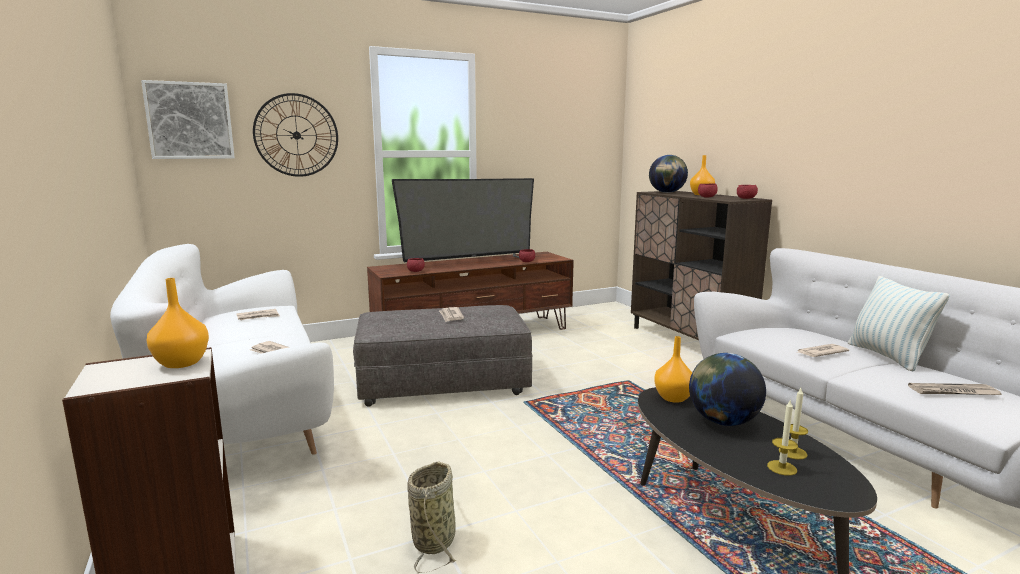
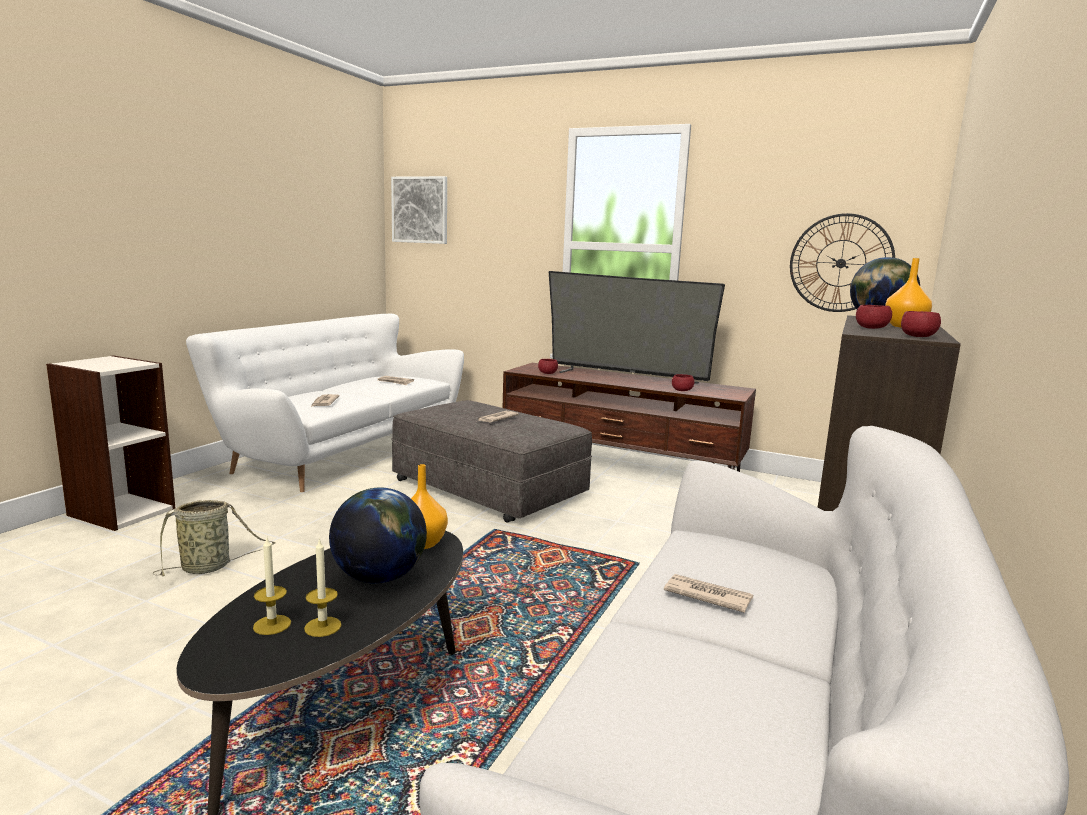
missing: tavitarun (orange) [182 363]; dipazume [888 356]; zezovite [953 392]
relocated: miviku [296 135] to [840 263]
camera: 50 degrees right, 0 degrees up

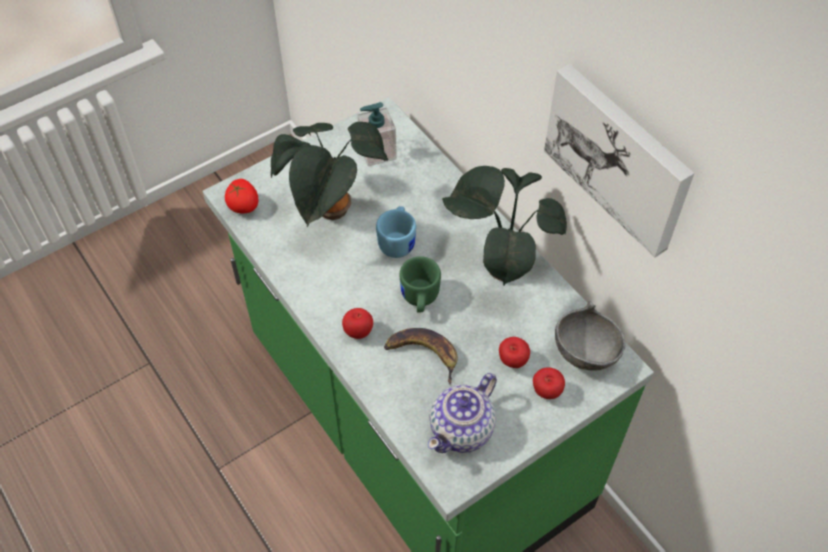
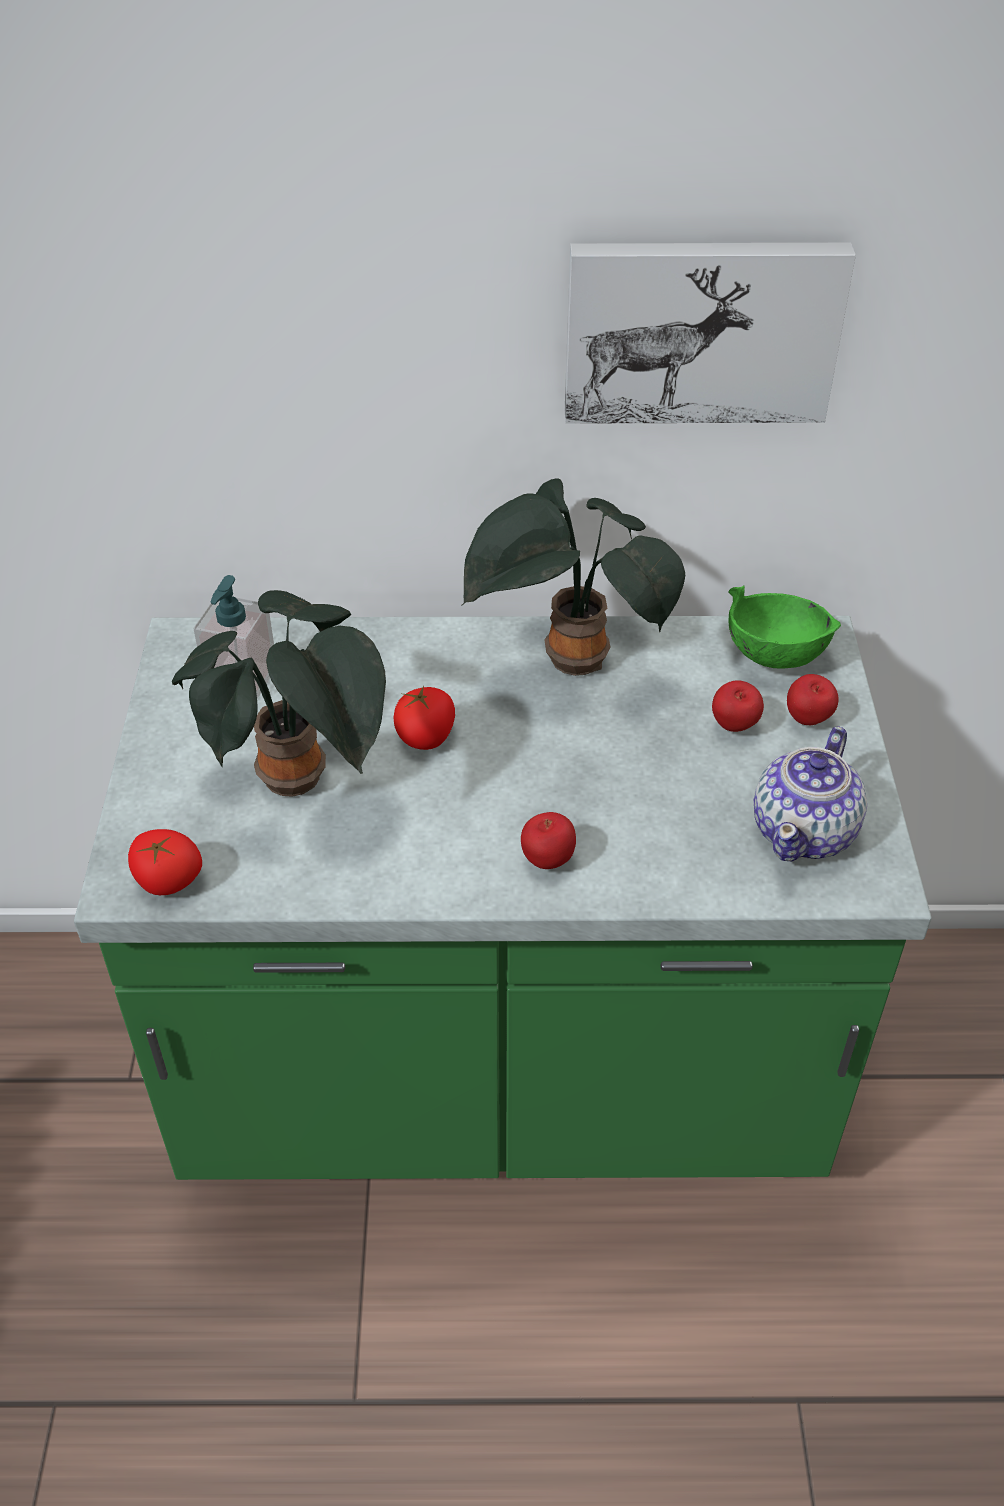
missing: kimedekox [424 354]; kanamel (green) [419 299]
exchanged: kanamel (blue) [398 241] to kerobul [426 737]
colour: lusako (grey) [586 352] to lusako (green) [775 654]
spun: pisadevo [462 429] = [805 831] 45 degrees clockwise
camera: 55 degrees left, 10 degrees down

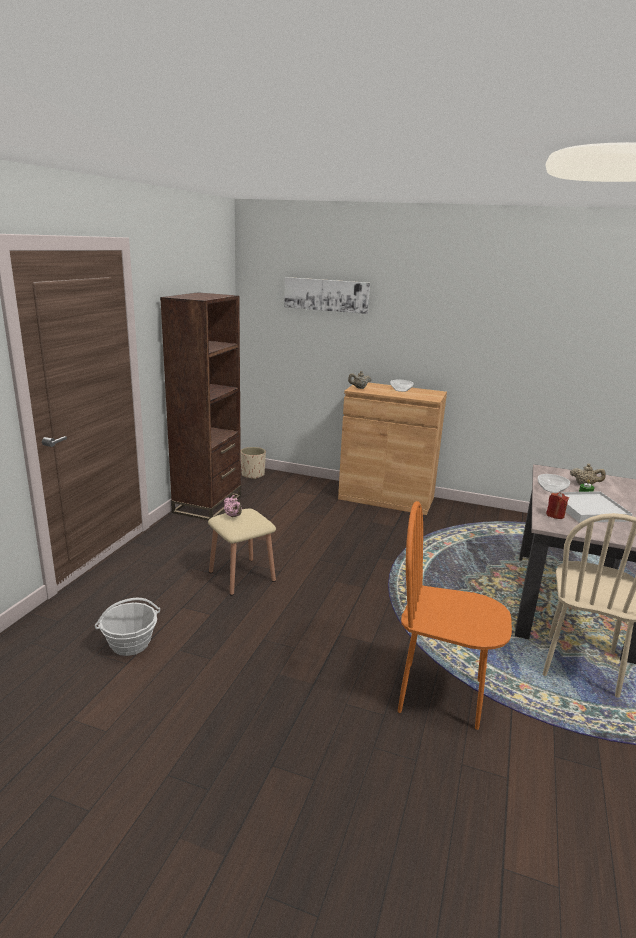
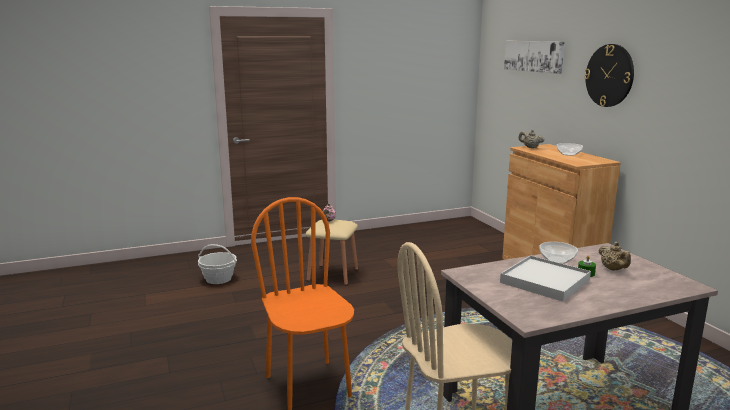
missing: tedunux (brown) [208 504]; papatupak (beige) [253 475]; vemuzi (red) [555 515]
appeared: miviku [609 75]
camera: 50 degrees right, 5 degrees down

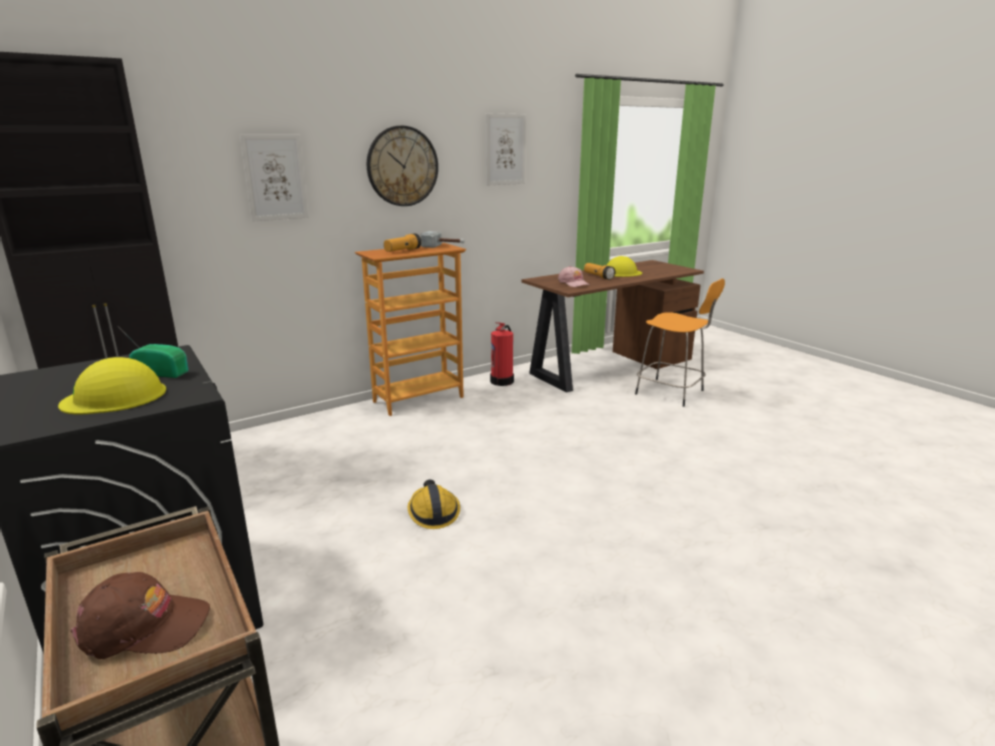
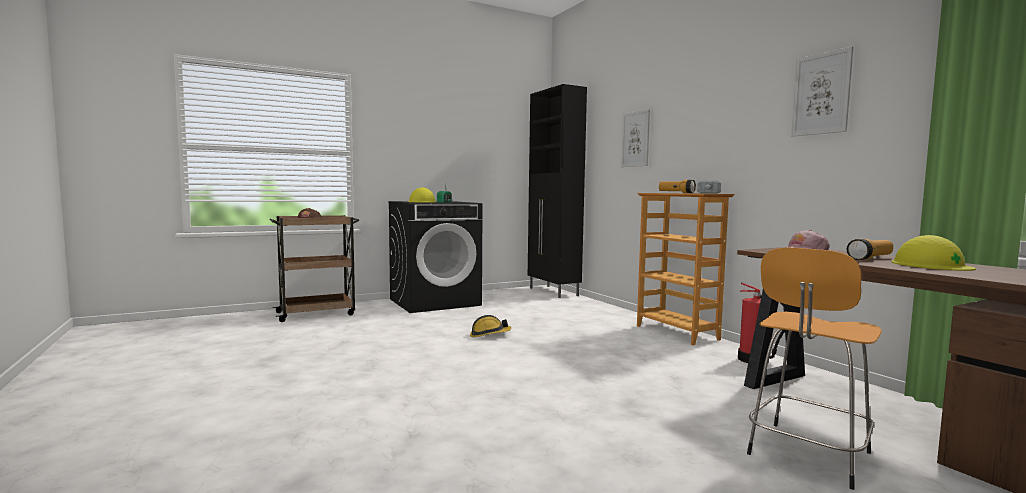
missing: miviku [402 166]
camera: 95 degrees right, 15 degrees down

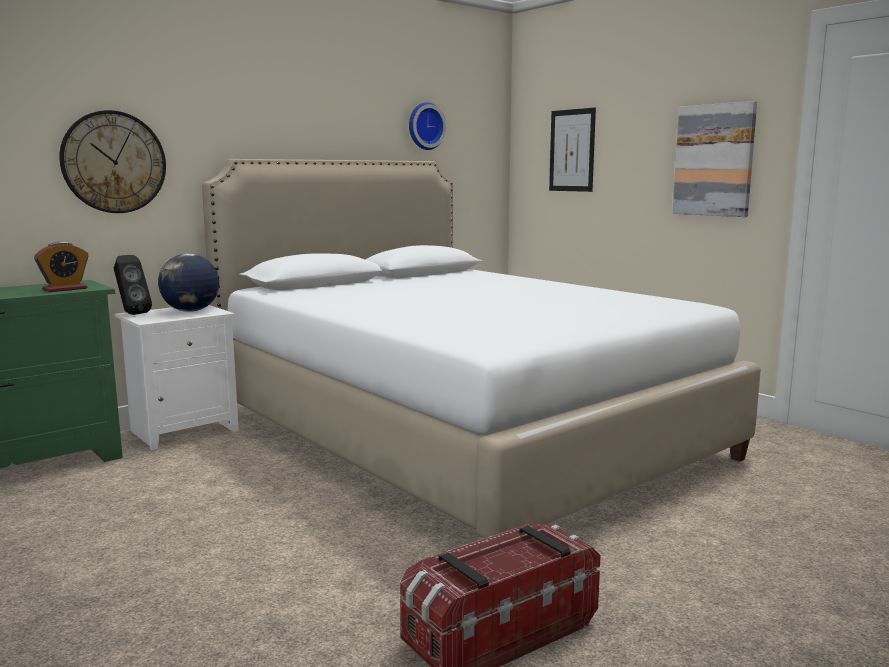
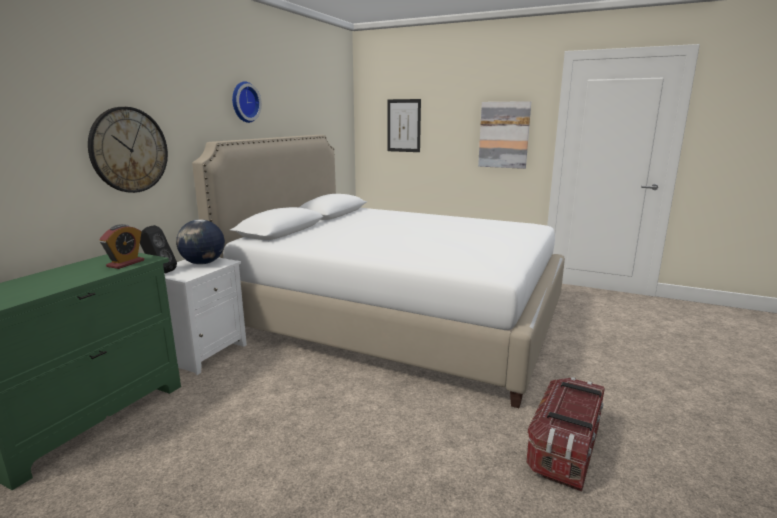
relocated: miviku [424 126] to [244 102]
camera: 25 degrees left, 5 degrees up

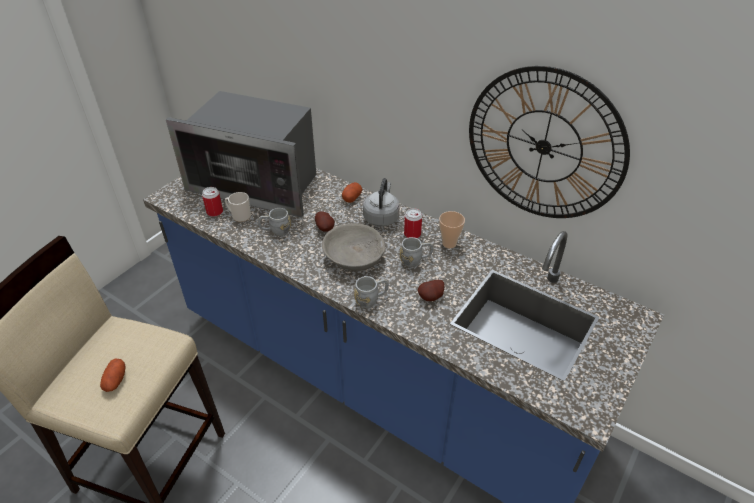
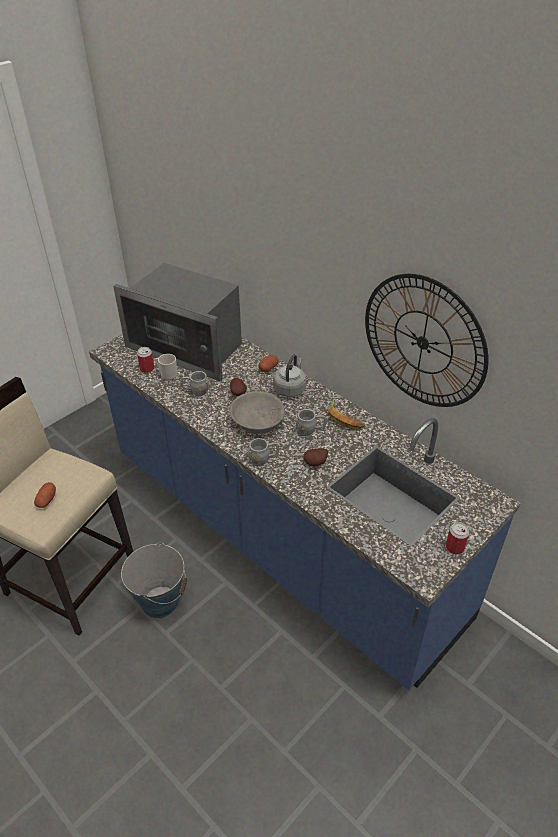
appeared: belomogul [160 601]
relocated: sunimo [412 234] to [454 547]
exchanged: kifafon [449 243] to kimedekox [344 418]
camera: 10 degrees right, 0 degrees up

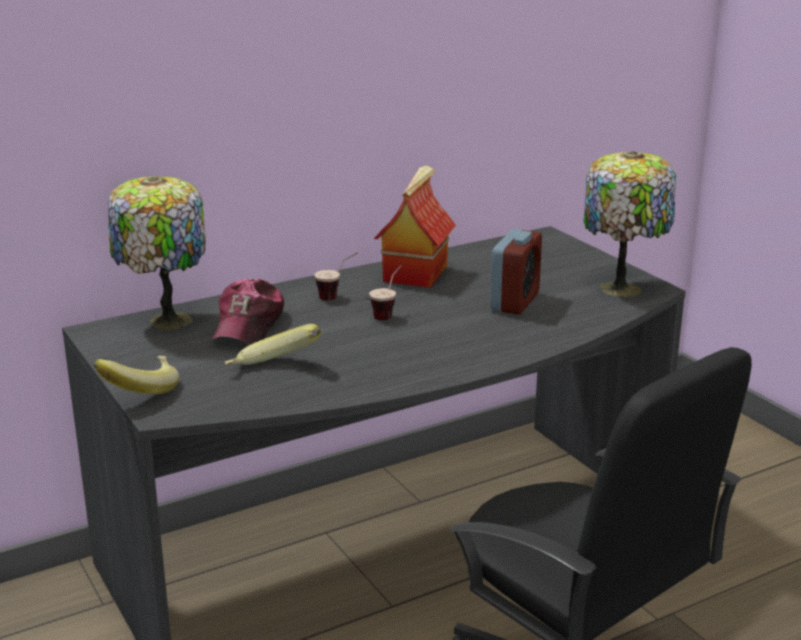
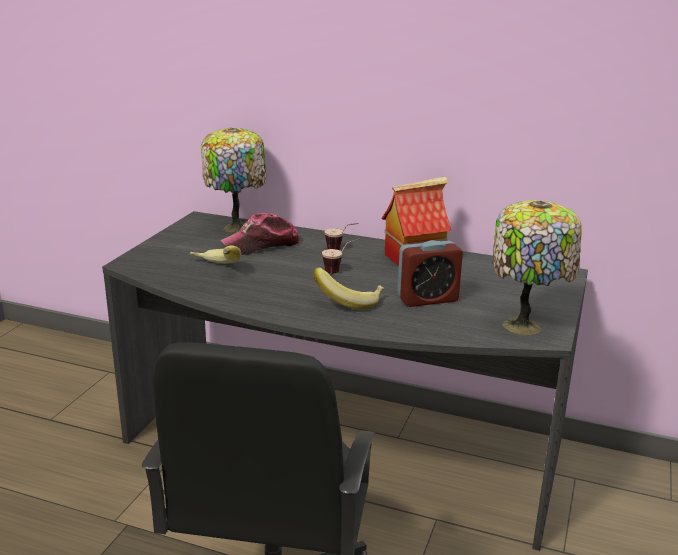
relocated: kimedekox [140 390] to [350 302]
camera: 50 degrees right, 0 degrees up

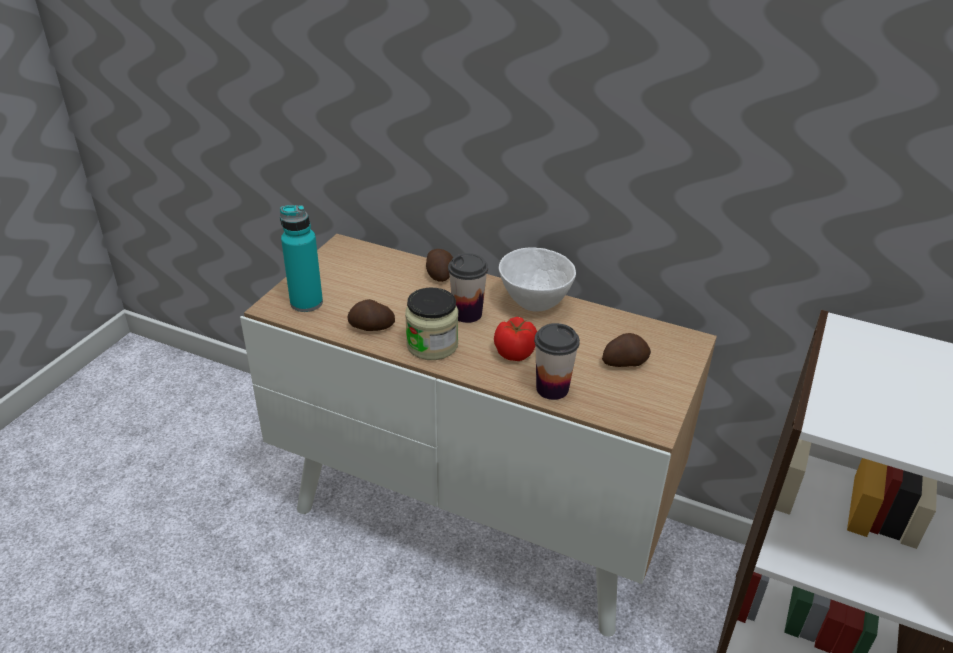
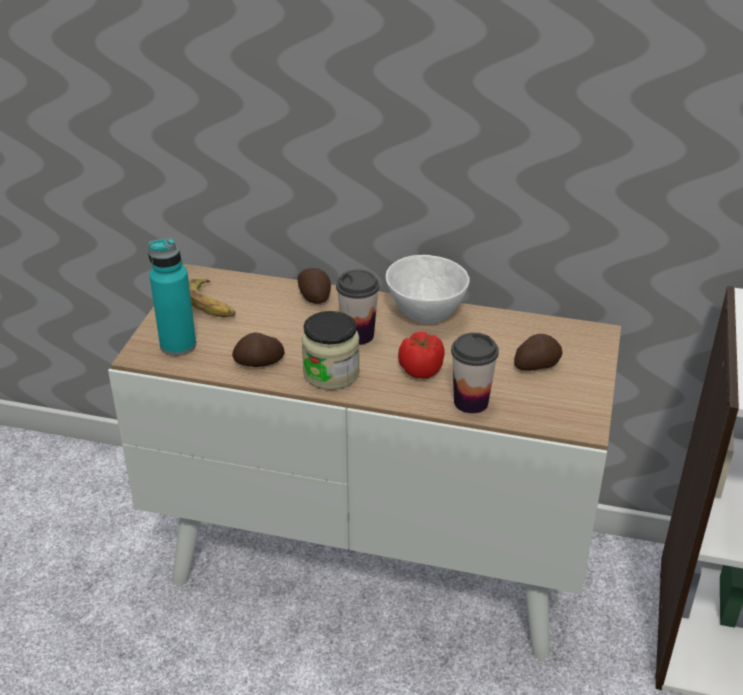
appeared: kimedekox [210 305]
camera: 10 degrees left, 0 degrees up

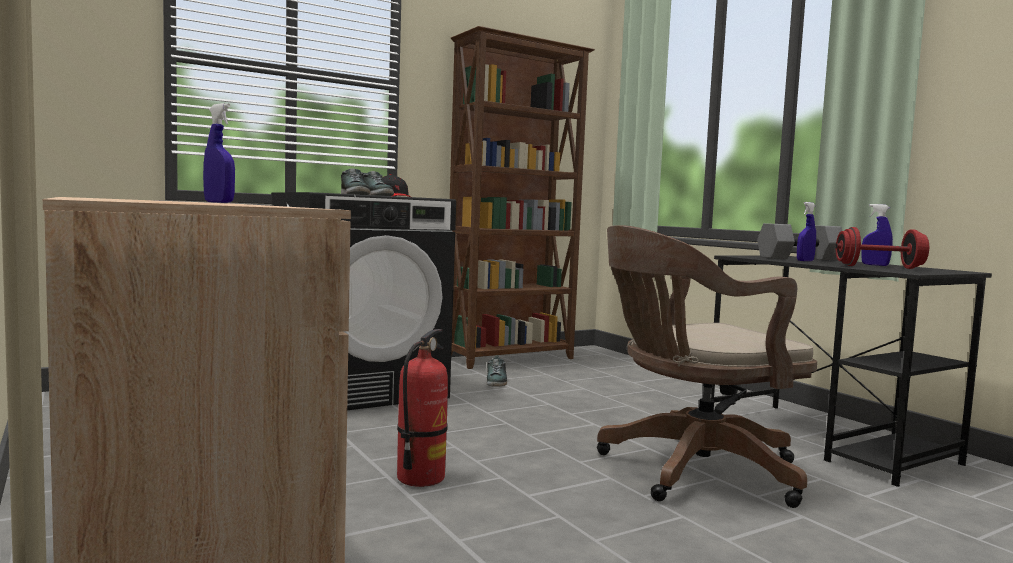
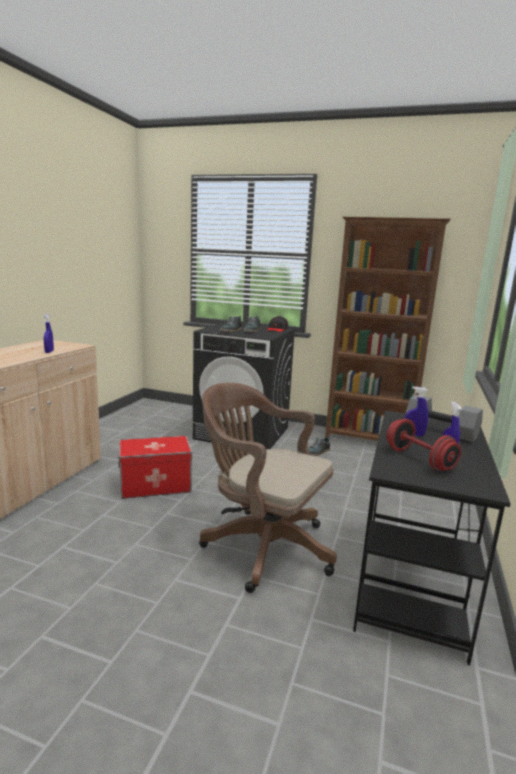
exchanged: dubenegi [420 478] to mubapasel [155 485]
camera: 50 degrees right, 10 degrees up

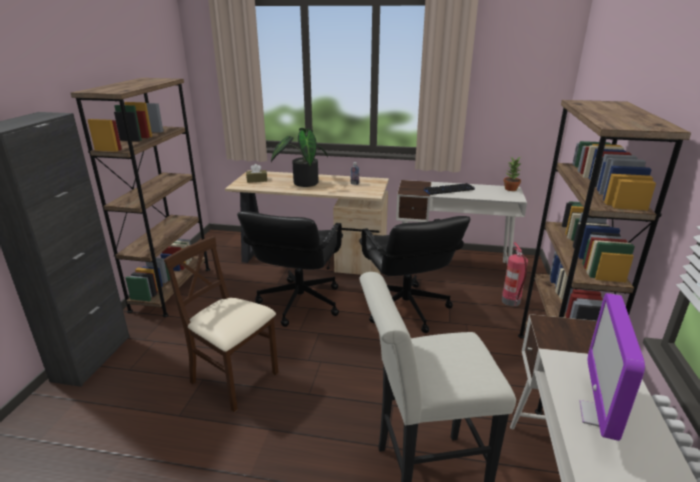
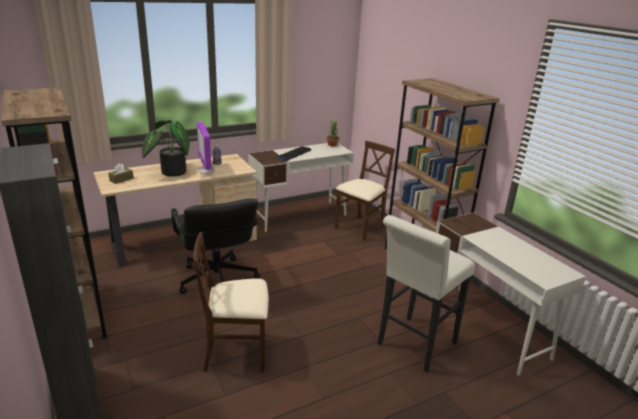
missing: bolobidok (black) [405 309]
relocated: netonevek [599 416] to [206 171]
exchanged: dubenegi [511 301] to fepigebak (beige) [360 228]
camera: 40 degrees left, 0 degrees up

